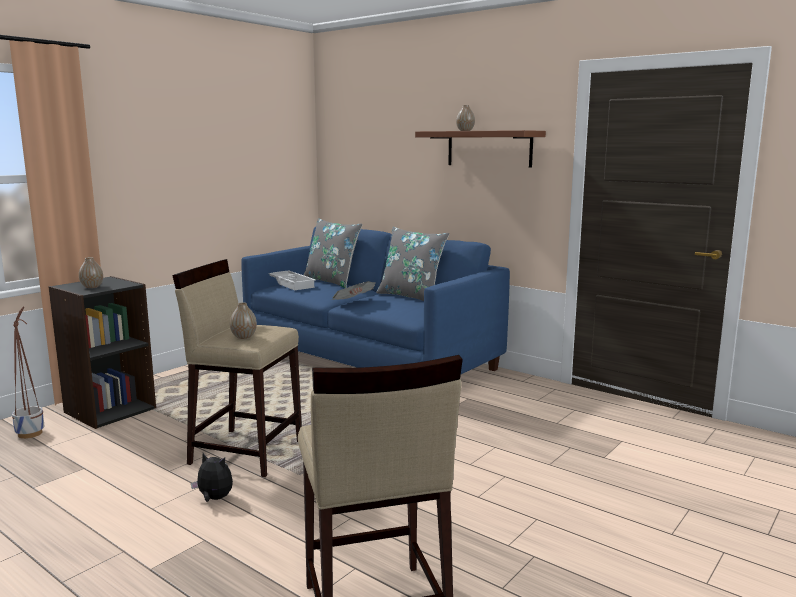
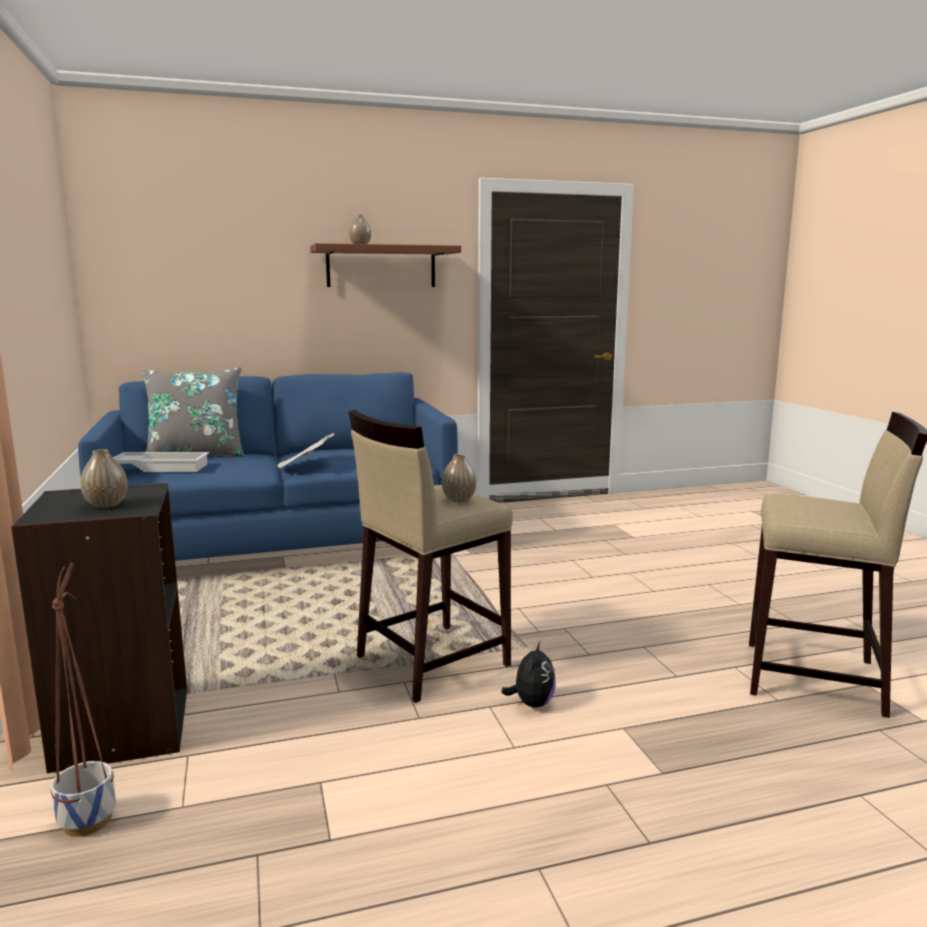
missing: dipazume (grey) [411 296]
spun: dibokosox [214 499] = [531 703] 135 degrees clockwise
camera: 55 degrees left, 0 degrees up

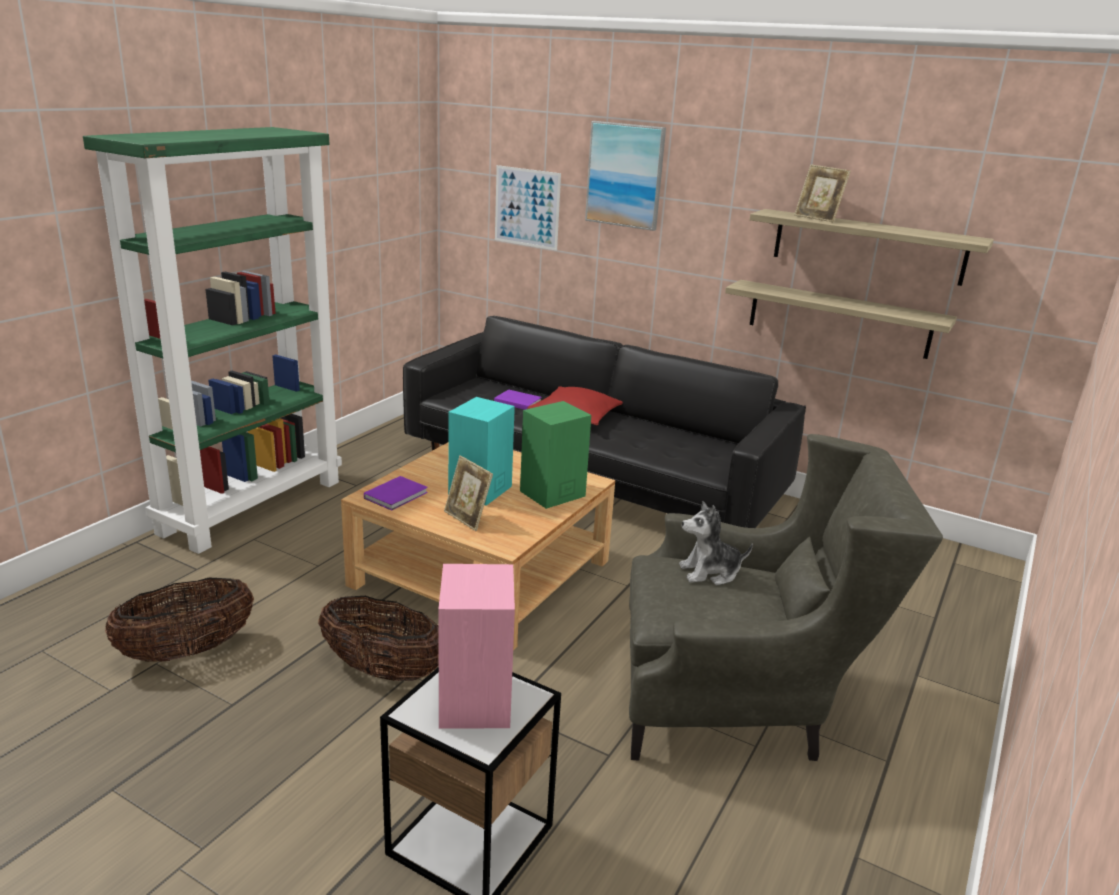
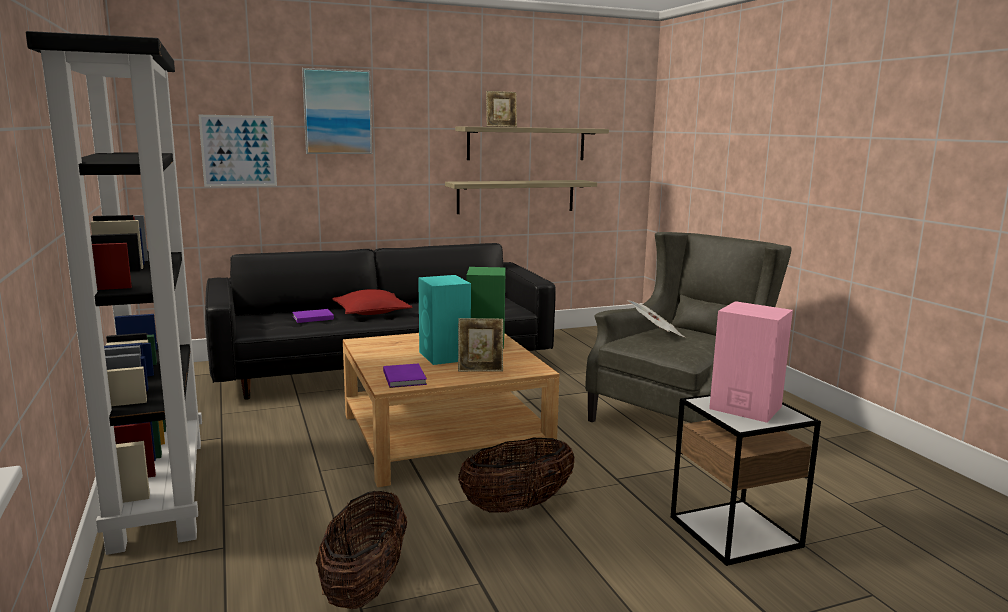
exchanged: dibokosox [710 572] to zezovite [655 333]
colour: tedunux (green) [252 505] to tedunux (black) [158 490]
camera: 50 degrees left, 10 degrees down

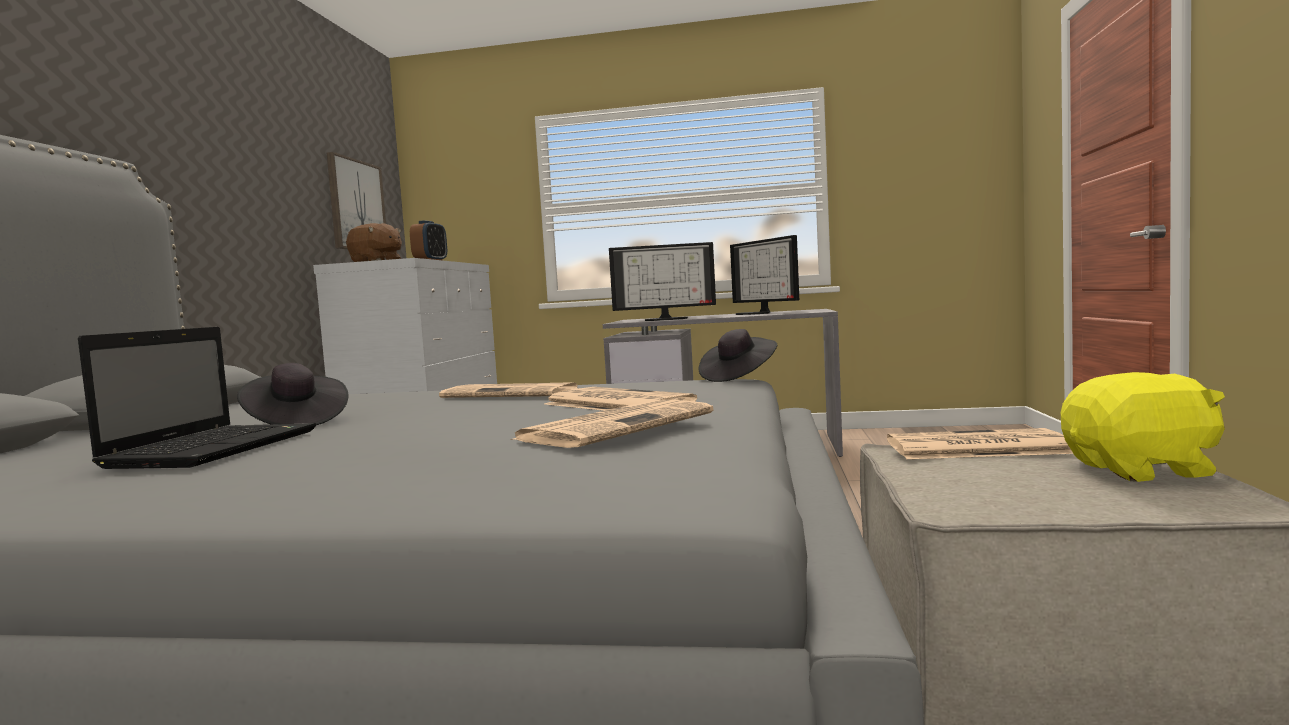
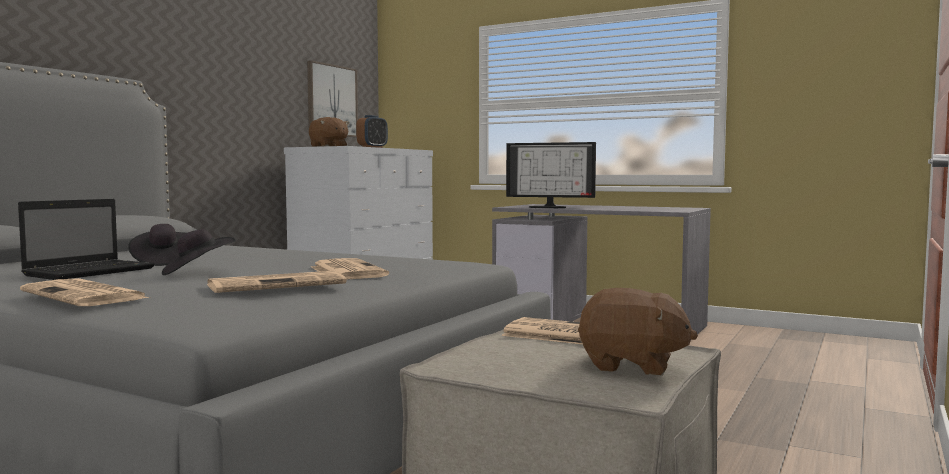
missing: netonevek [756 313]
relocated: zezovite [513 393] to [86 295]; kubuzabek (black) [738 377] to [197 272]
colour: dibokosox (yellow) [1142 471] to dibokosox (brown) [632 366]
camera: 20 degrees right, 0 degrees up

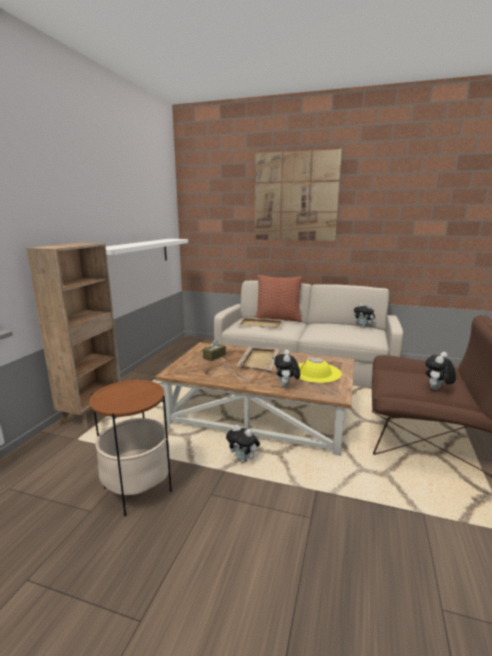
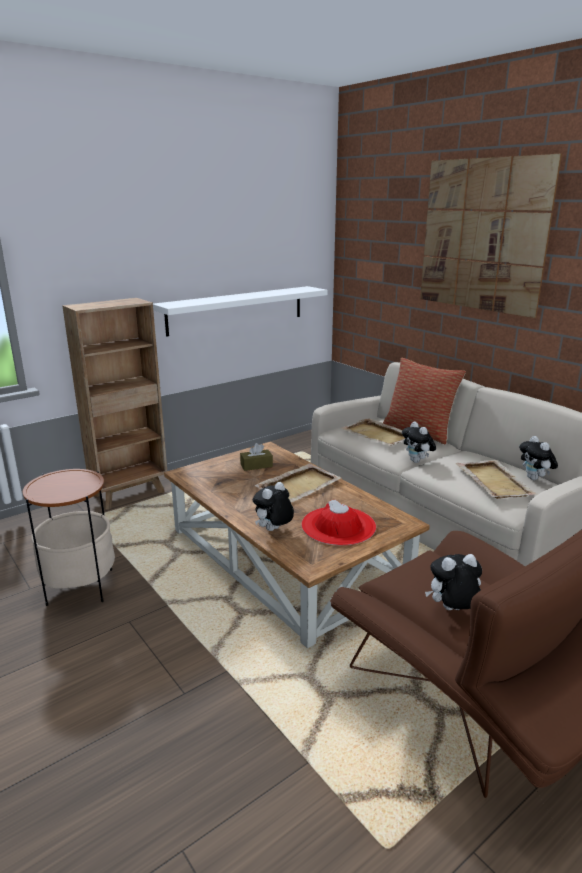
appeared: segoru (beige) [493 481]
relocated: dibokosox [243 460] to [417 461]
colour: kubuzabek (yellow) [315 372] to kubuzabek (red) [338 526]
camera: 35 degrees right, 5 degrees up

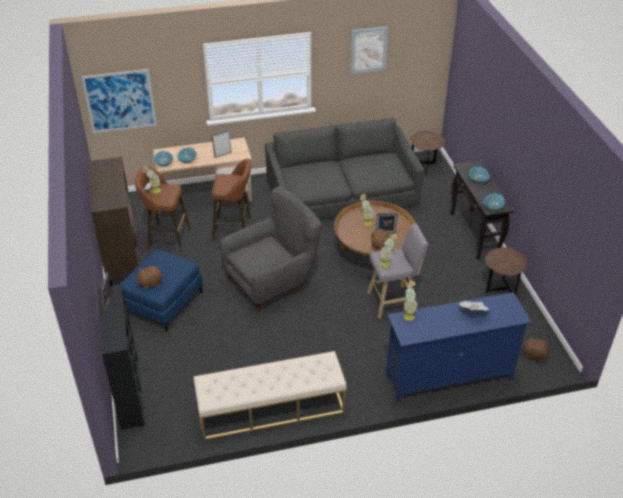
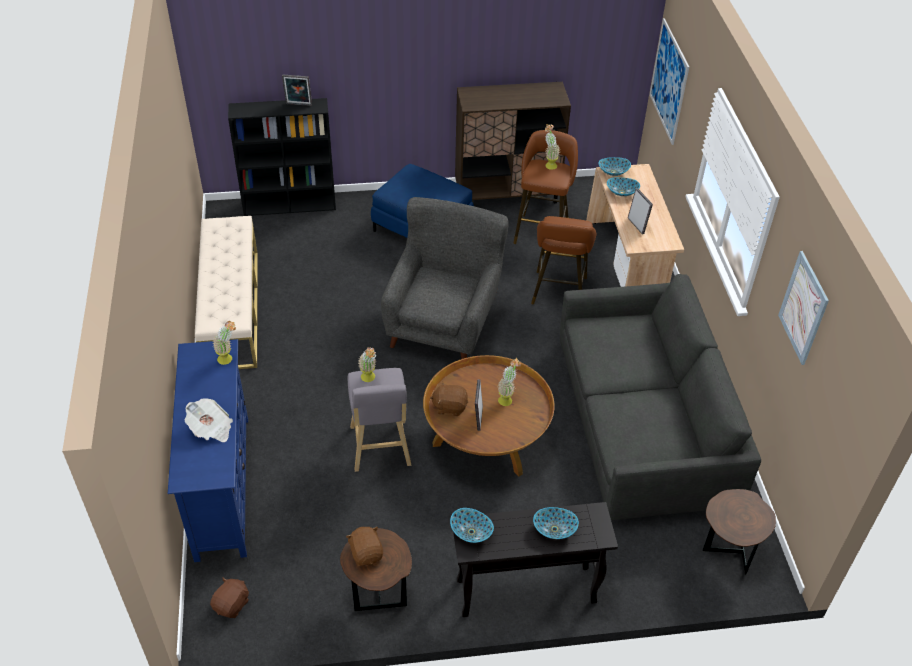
relocated: dibokosox (brown) [150 282] to [366 553]
spun: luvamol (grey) [272 282] = [443 324] 135 degrees counterclockwise
camera: 95 degrees right, 5 degrees up

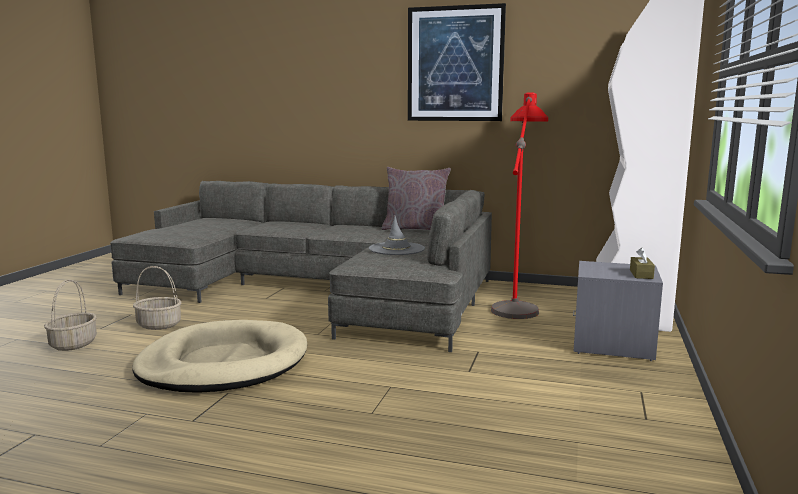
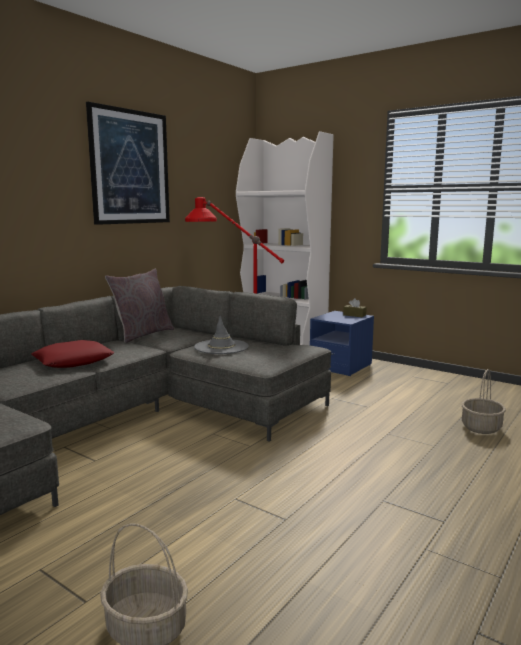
missing: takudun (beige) [223 363]
appeared: dipazume (red) [74 361]
relocated: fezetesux [158 325] to [481 427]
colour: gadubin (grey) [612 345] to gadubin (blue) [340 366]
camera: 70 degrees left, 0 degrees up

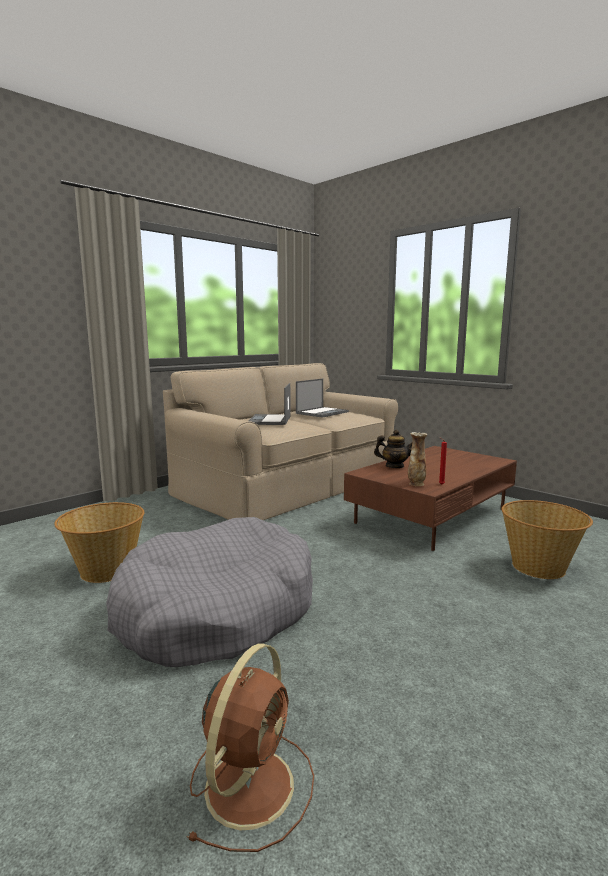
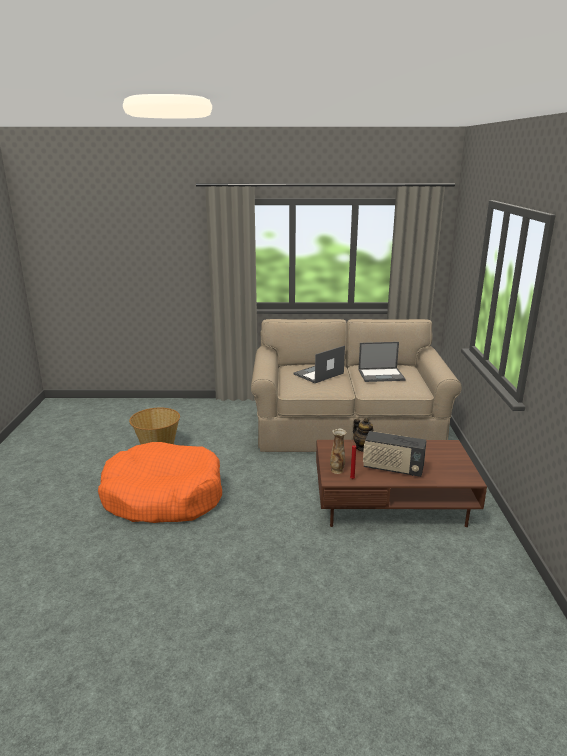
missing: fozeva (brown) [251 783]; fezetesux [539 567]
appeared: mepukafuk [392 468]
colour: takudun (grey) [217 610] to takudun (orange) [163 496]
camera: 45 degrees right, 10 degrees up

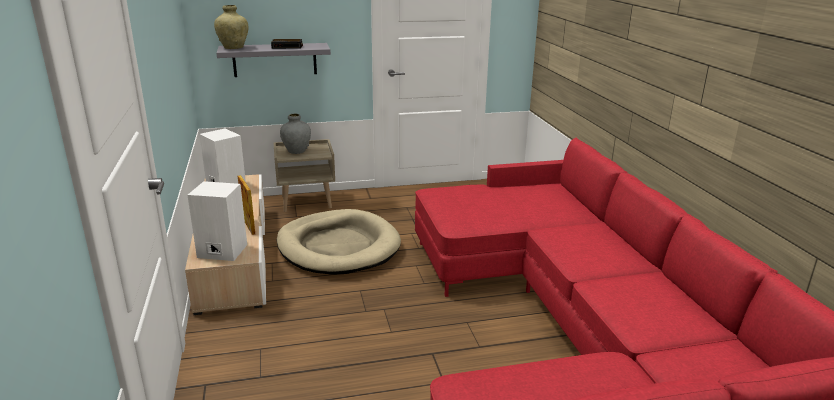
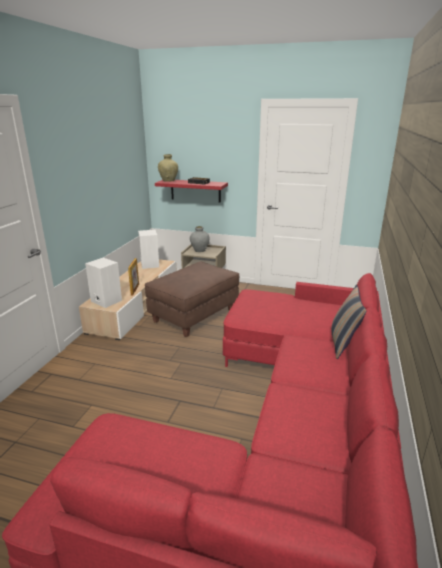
appeared: dipazume [343 344]
exchanged: takudun (beige) [338 247] to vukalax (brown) [194 316]
colour: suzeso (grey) [275 60] to suzeso (red) [195 190]
camera: 30 degrees right, 0 degrees up

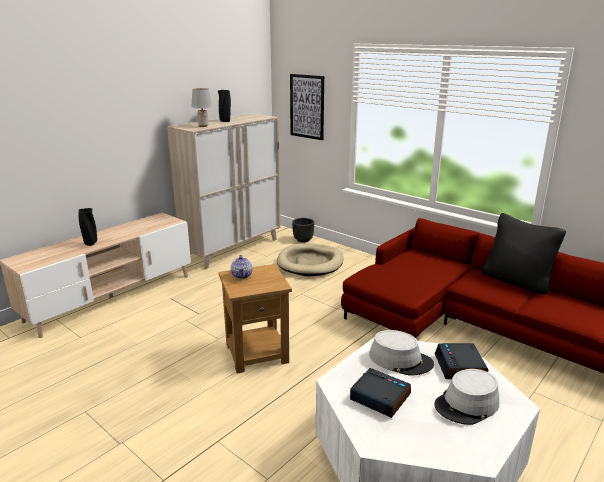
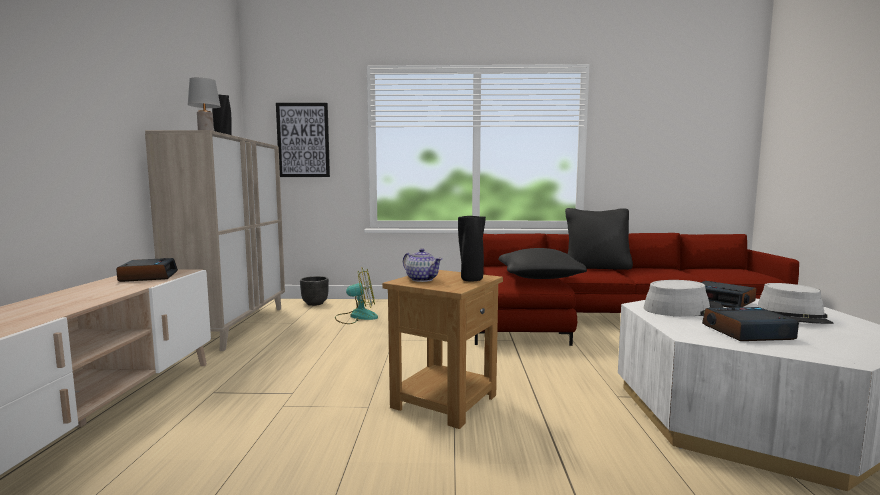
appeared: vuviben [148 276]; dipazume (black) [539 277]
relocated: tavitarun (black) [91 244] to [471 279]
exchanged: takudun (beige) [310 263] to fozeva [356 316]
camera: 40 degrees left, 15 degrees down

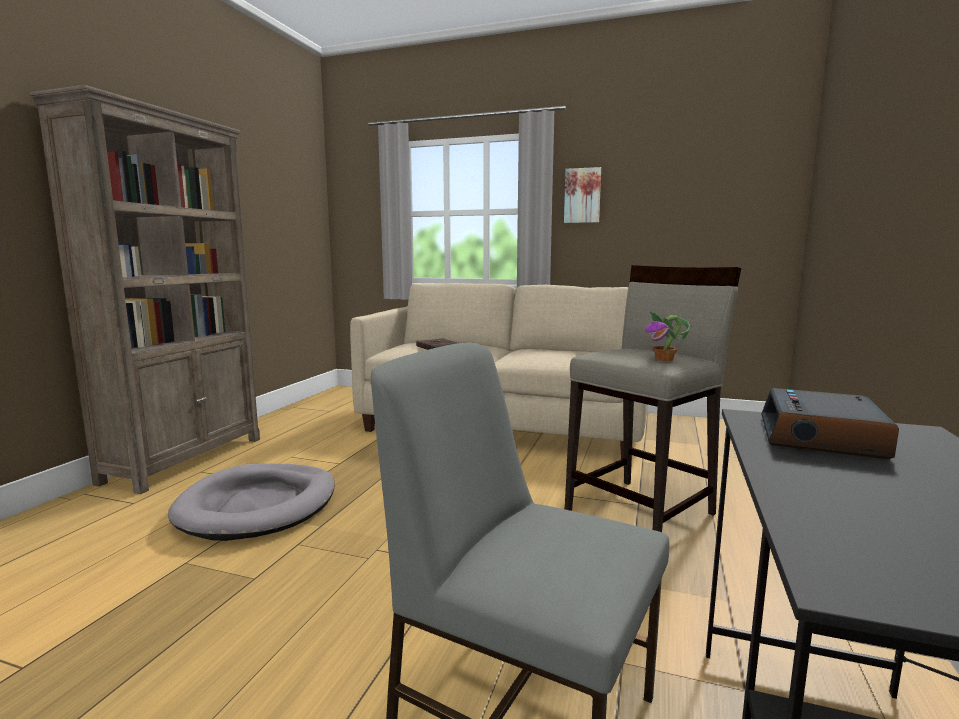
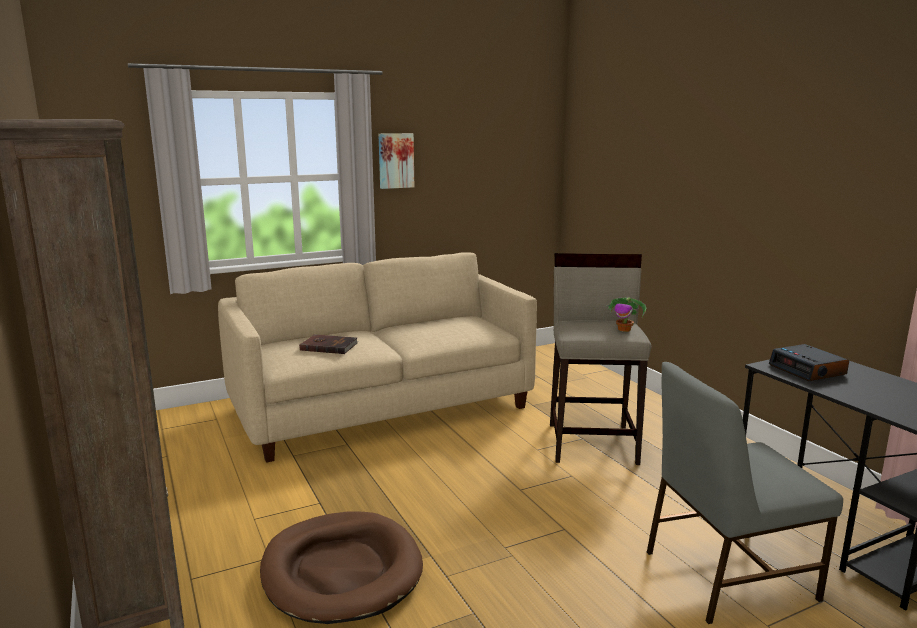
colour: takudun (grey) [258 506] to takudun (brown) [341 571]
camera: 45 degrees left, 5 degrees up

